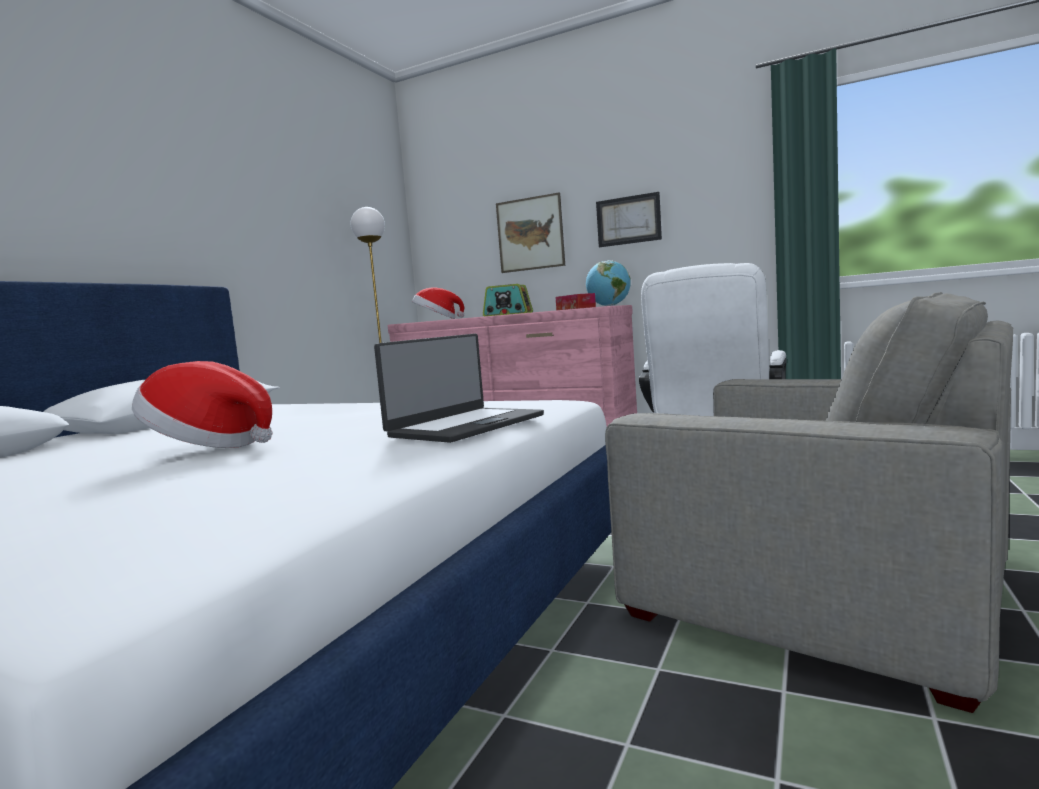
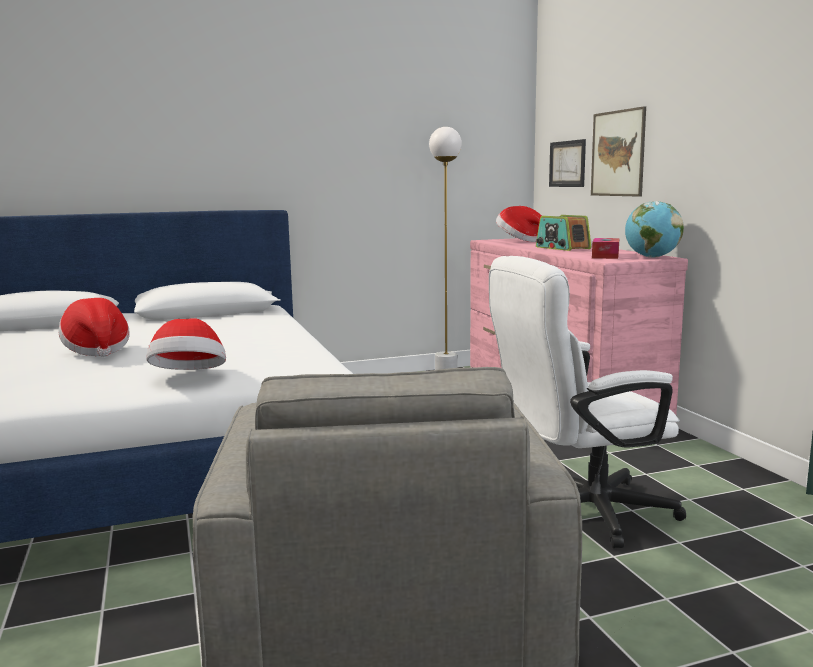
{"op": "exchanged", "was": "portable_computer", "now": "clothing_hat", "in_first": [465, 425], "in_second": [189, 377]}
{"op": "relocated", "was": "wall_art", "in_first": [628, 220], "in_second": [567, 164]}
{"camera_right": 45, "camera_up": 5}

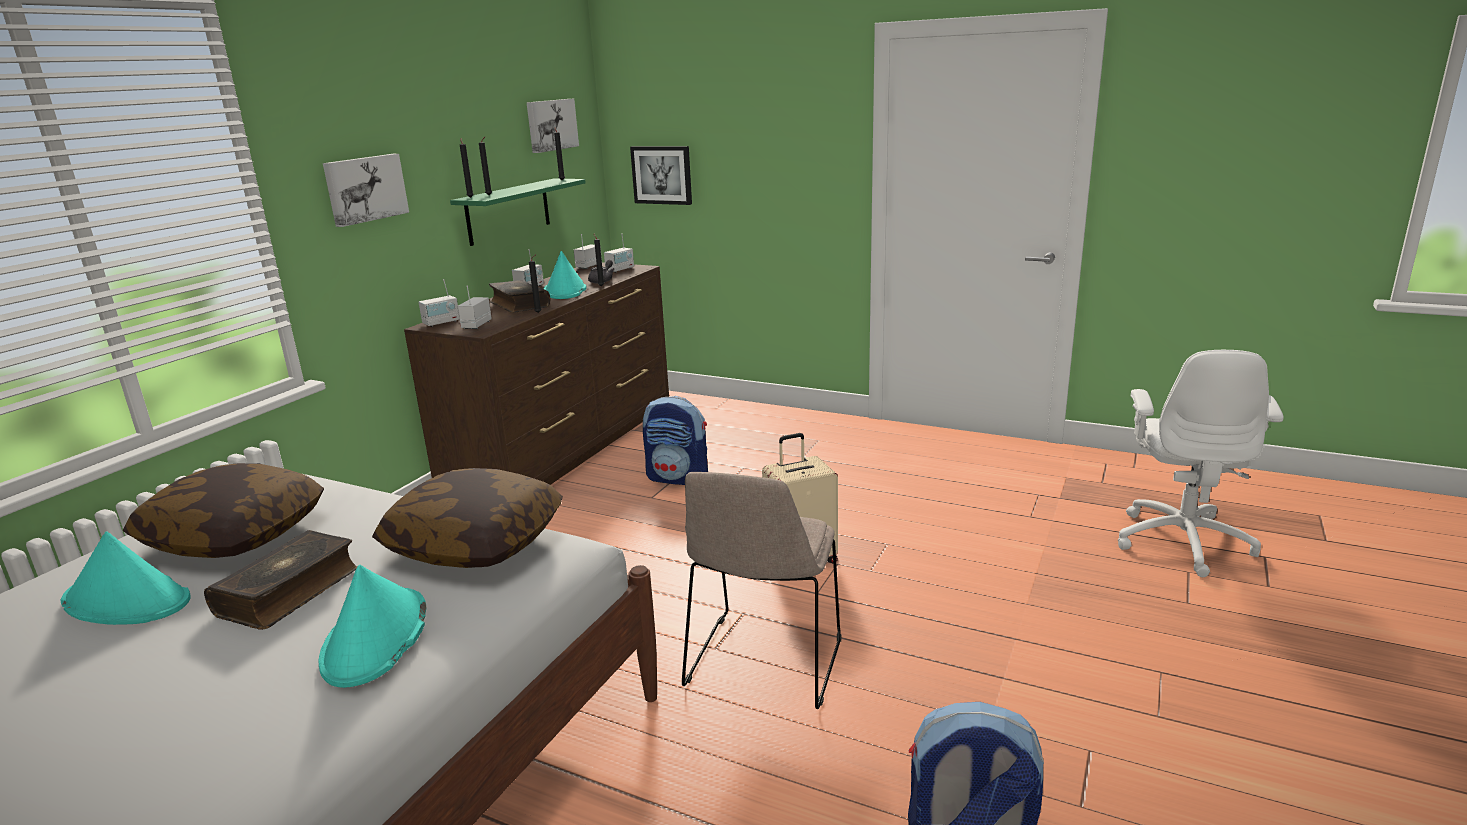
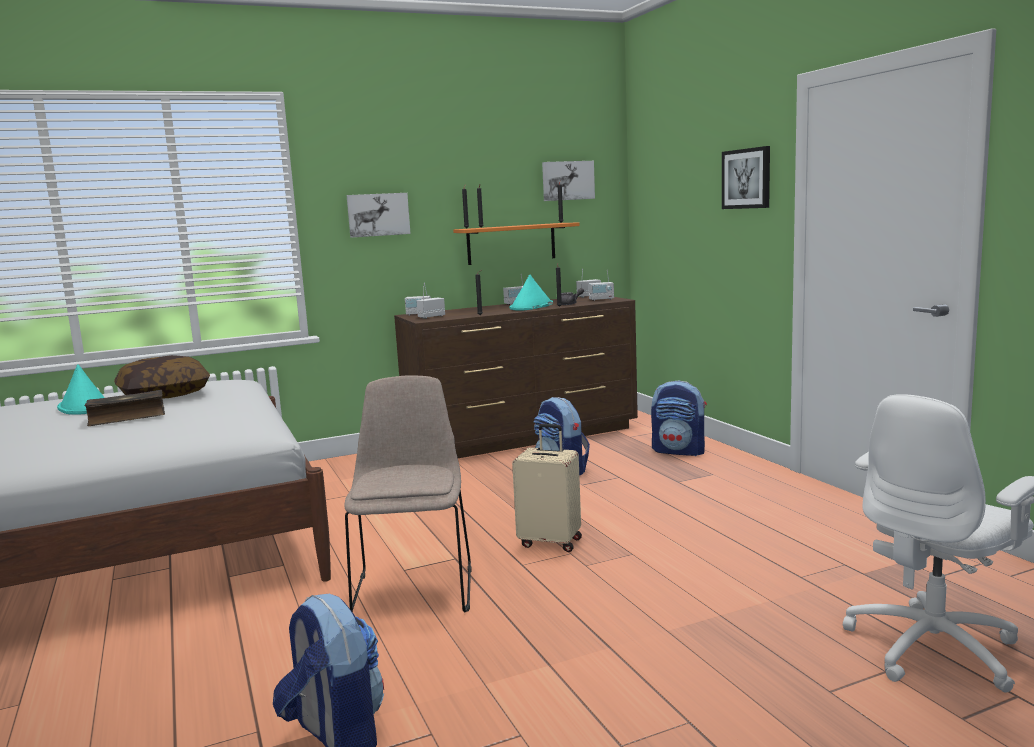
{"op": "missing", "was": "turquoise-coloured_clothing_hat", "in_first": [376, 638]}
{"op": "missing", "was": "cushion", "in_first": [475, 544]}
{"op": "colour", "was": "green-coloured_wall_shelf", "now": "orange_wall_shelf", "in_first": [508, 211], "in_second": [511, 243]}
{"op": "missing", "was": "volume", "in_first": [519, 305]}
{"op": "relocated", "was": "wall_art", "in_first": [662, 175], "in_second": [747, 178]}
{"op": "spun", "was": "beige_upright_chair", "in_first": [764, 664], "in_second": [413, 589], "clockwise": 120}
{"op": "appeared", "now": "rucksack", "in_second": [679, 451]}
{"camera_right": 40, "camera_up": -10}

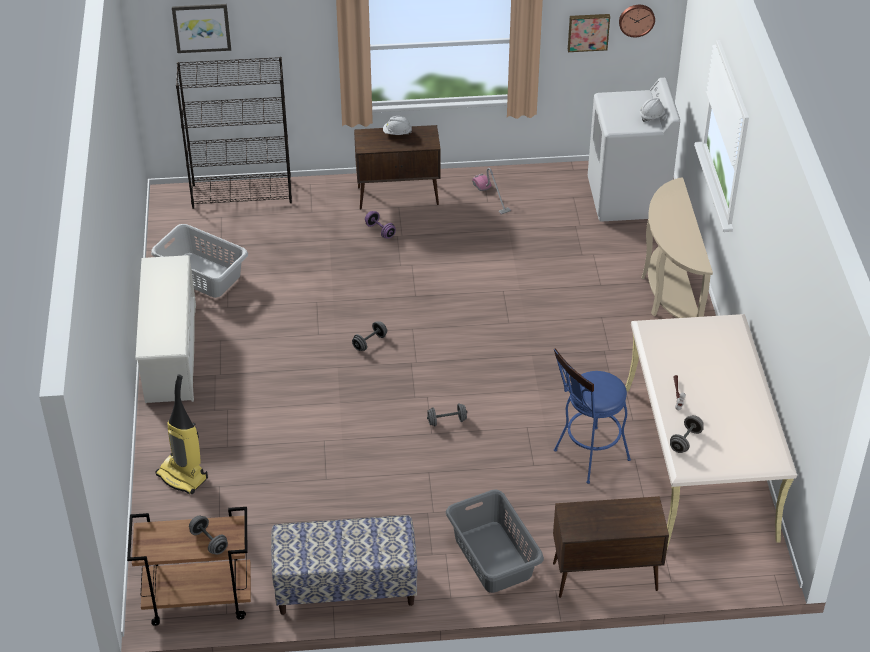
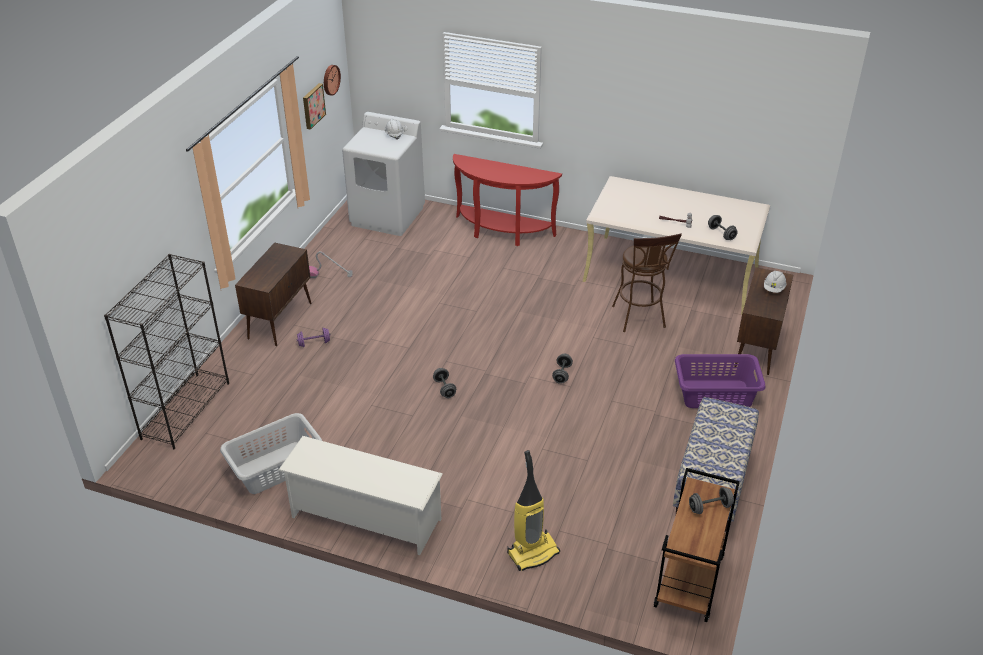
{"op": "missing", "was": "wall_art", "in_first": [201, 27]}
{"op": "relocated", "was": "white-coloured_work_helmet", "in_first": [397, 133], "in_second": [774, 288]}
{"op": "colour", "was": "gray_washing_basket", "now": "purple-coloured_washing_basket", "in_first": [492, 557], "in_second": [716, 395]}
{"op": "colour", "was": "blue_stool_seat", "now": "brown_stool_seat", "in_first": [587, 458], "in_second": [640, 319]}
{"op": "colour", "was": "beige_console_table", "now": "red-coloured_console_table", "in_first": [668, 294], "in_second": [501, 232]}
{"camera_right": -65, "camera_up": -5}

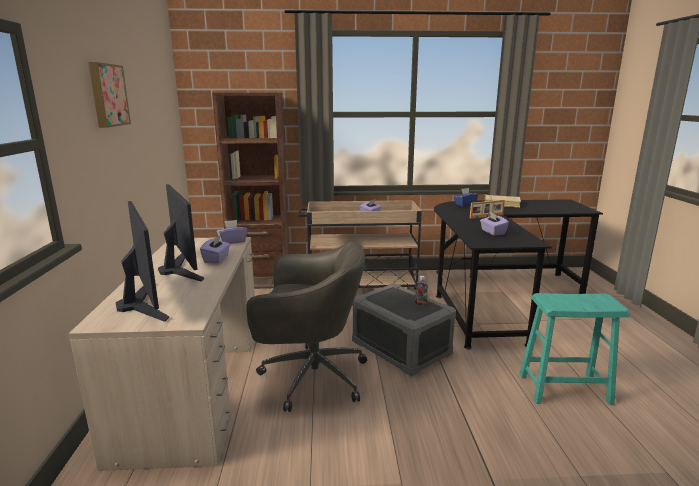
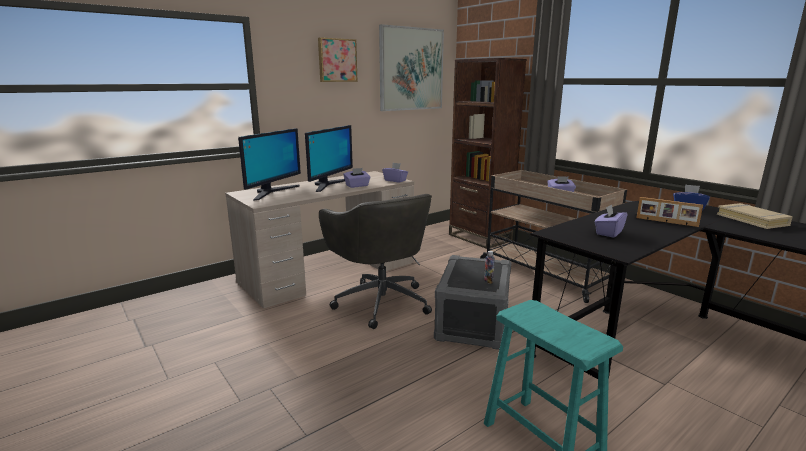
{"op": "appeared", "now": "wall_art", "in_second": [411, 69]}
{"camera_right": 55, "camera_up": 0}

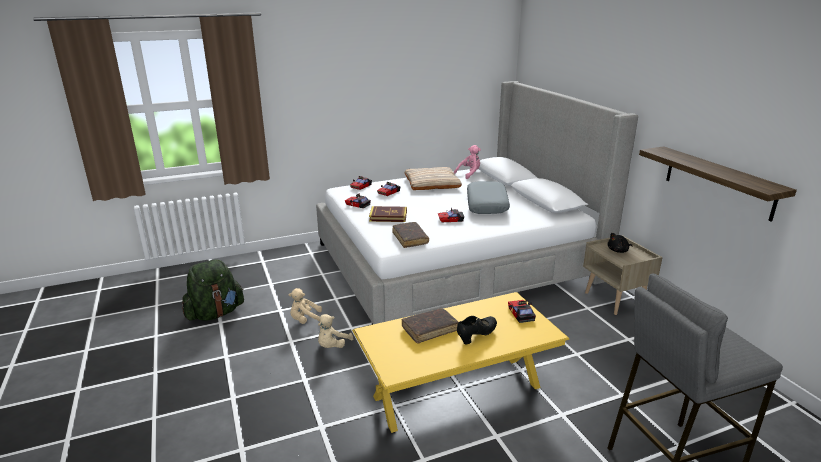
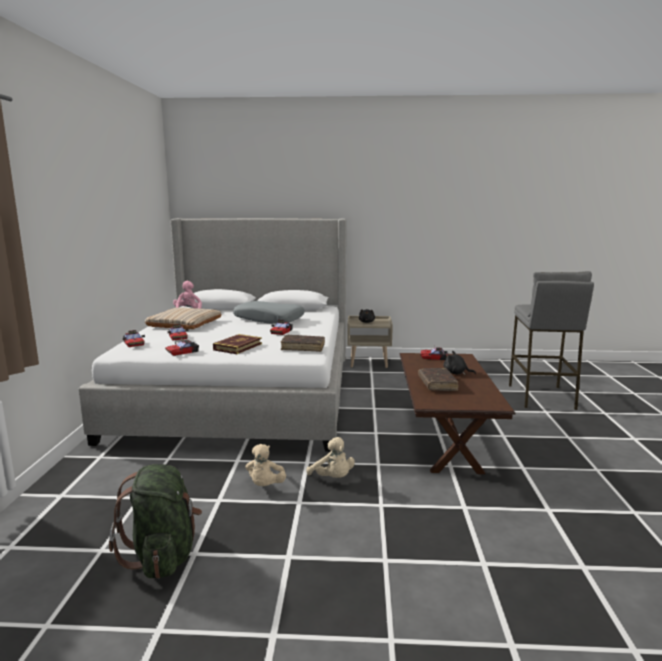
{"op": "colour", "was": "yellowish_lounge_table", "now": "brown_lounge_table", "in_first": [457, 392], "in_second": [445, 437]}
{"op": "exchanged", "was": "blackish_low_shoe", "now": "blackish_plush_toy", "in_first": [477, 336], "in_second": [456, 373]}
{"op": "missing", "was": "wall_shelf", "in_first": [718, 182]}
{"camera_right": -65, "camera_up": -10}

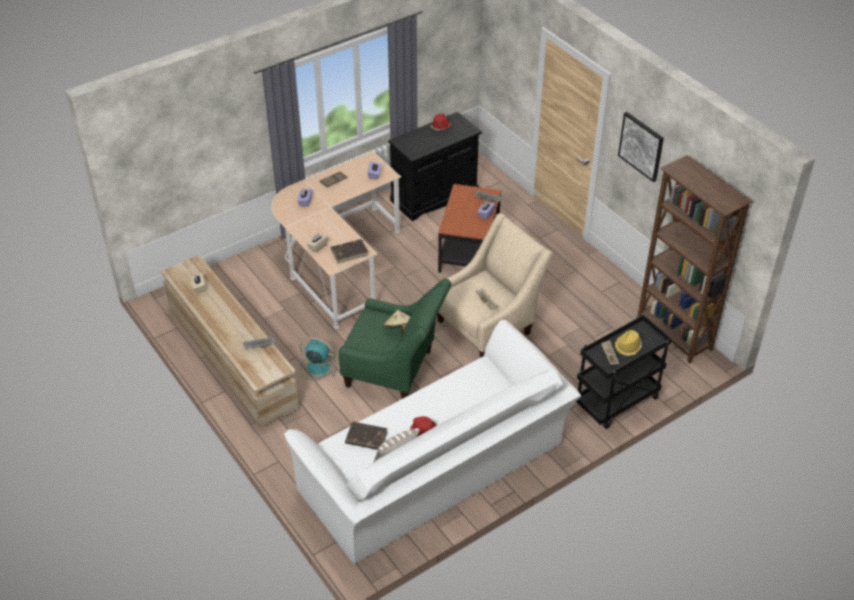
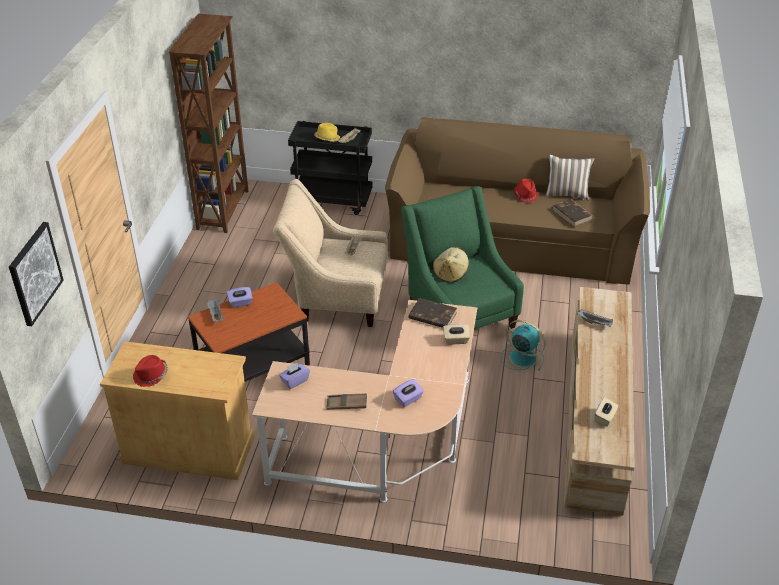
{"op": "colour", "was": "white-coloured_settee", "now": "brown_settee", "in_first": [436, 472], "in_second": [512, 237]}
{"op": "spun", "was": "turquoise-coloured_electric_fan", "in_first": [317, 367], "in_second": [521, 357], "clockwise": 150}
{"op": "colour", "was": "blackish_cabinet", "now": "beige_cabinet", "in_first": [434, 196], "in_second": [188, 450]}
{"op": "relocated", "was": "wall_art", "in_first": [641, 146], "in_second": [34, 273]}
{"camera_right": -135, "camera_up": -5}

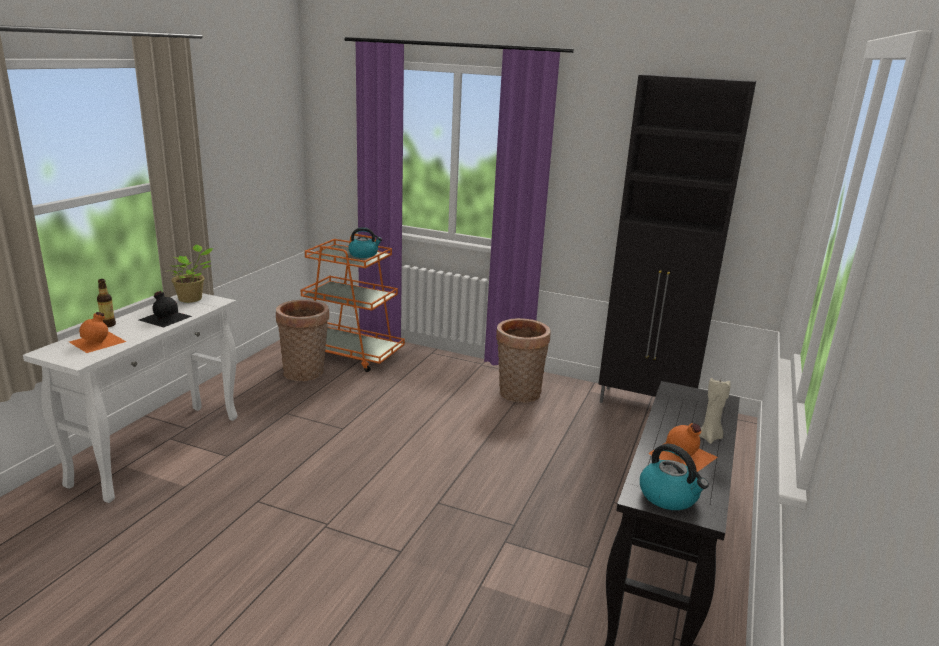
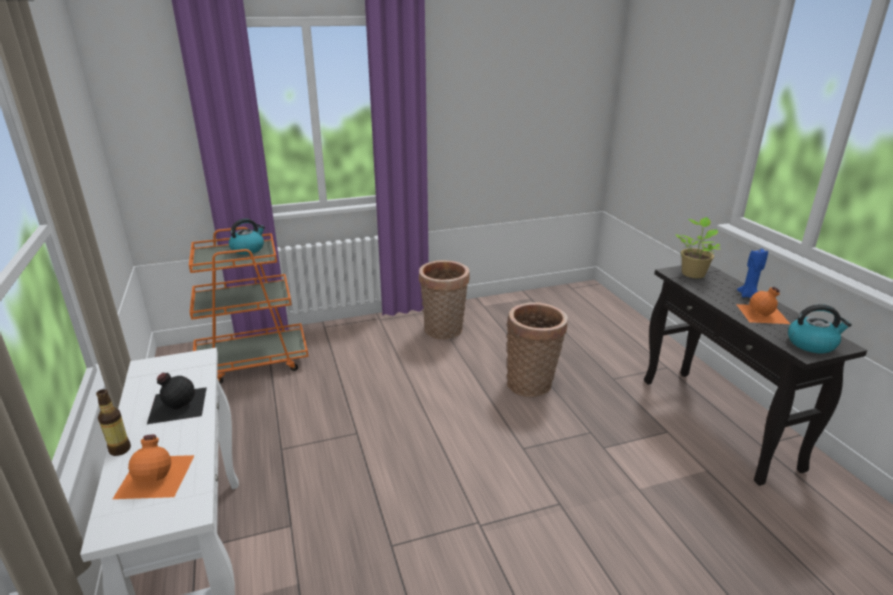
{"op": "relocated", "was": "potted_plant", "in_first": [192, 299], "in_second": [693, 273]}
{"op": "relocated", "was": "storage_basket", "in_first": [305, 374], "in_second": [532, 384]}
{"op": "missing", "was": "blackish_cabinet", "in_first": [646, 405]}
{"op": "colour", "was": "beige_wax_light", "now": "blue_wax_light", "in_first": [709, 438], "in_second": [748, 295]}
{"camera_right": -40, "camera_up": 5}

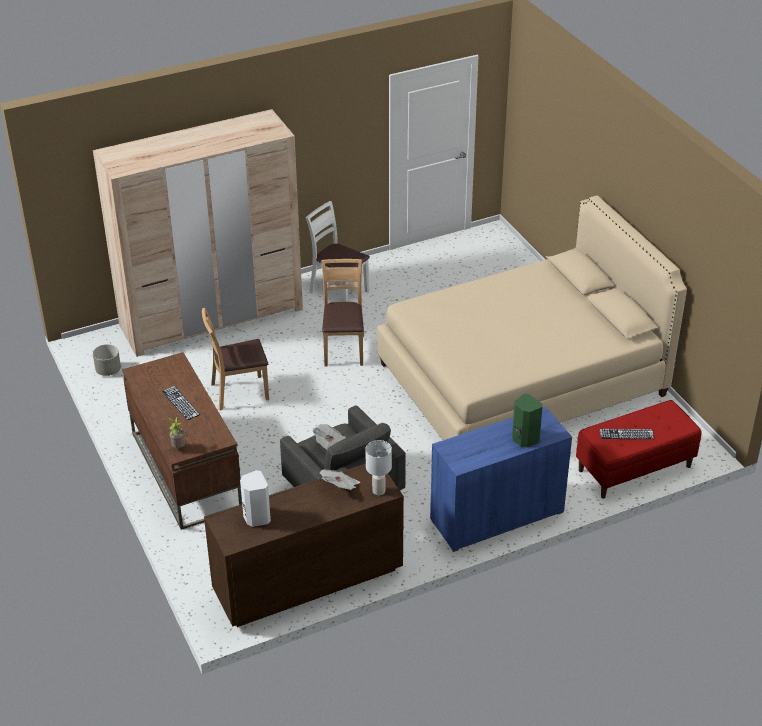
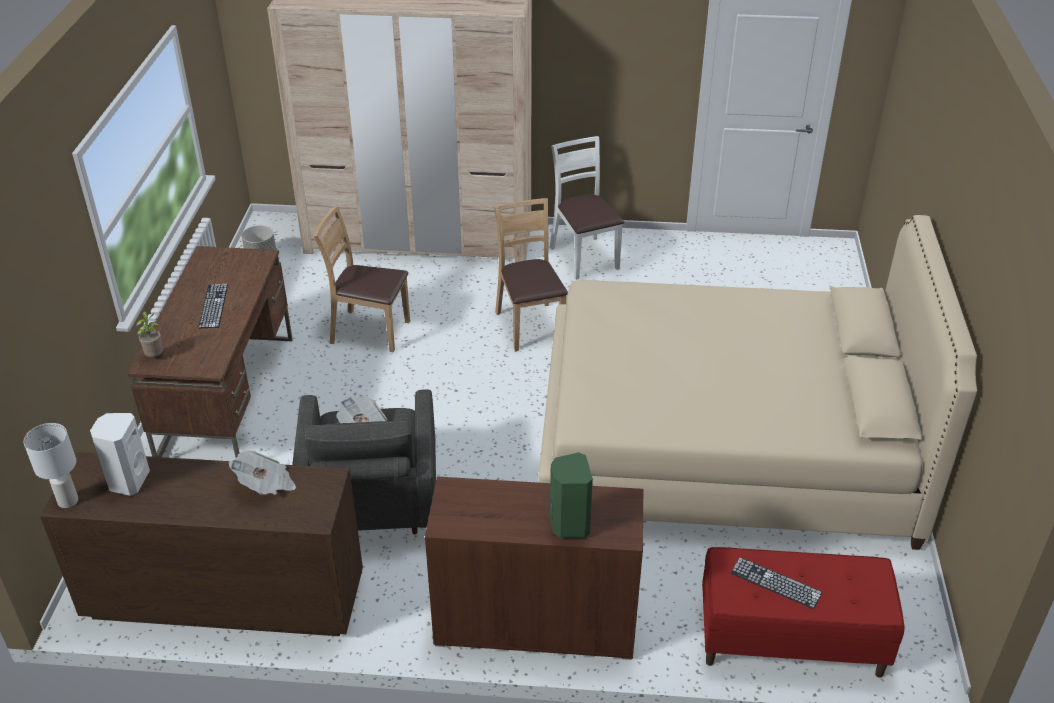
{"op": "spun", "was": "brown_upright_chair", "in_first": [343, 350], "in_second": [530, 326], "clockwise": -45}
{"op": "relocated", "was": "white-coloured_lamp_for_a_table", "in_first": [378, 491], "in_second": [67, 501]}
{"op": "colour", "was": "blue_cabinet", "now": "brown_cabinet", "in_first": [496, 516], "in_second": [535, 621]}
{"camera_right": 30, "camera_up": 0}

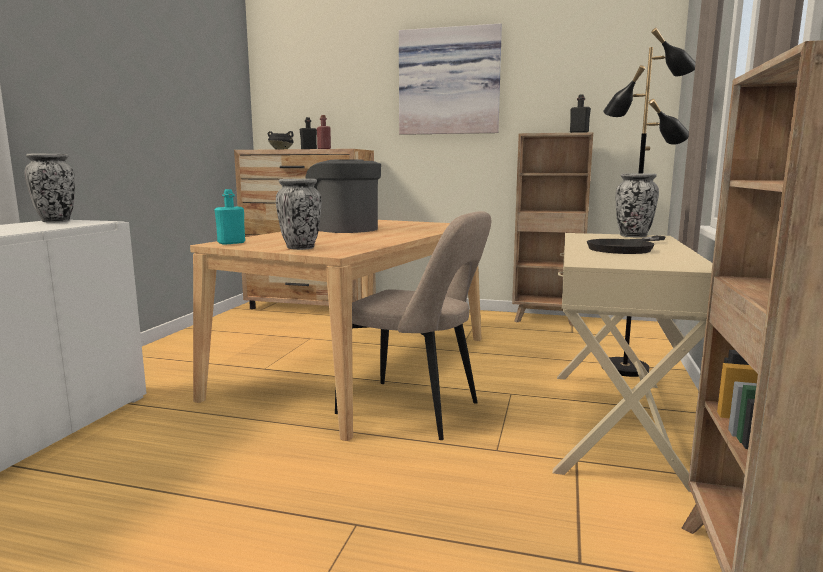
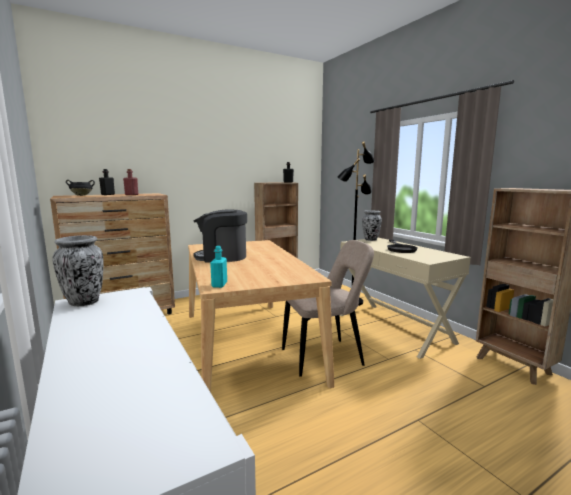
{"op": "missing", "was": "decorative_vase", "in_first": [300, 248]}
{"op": "missing", "was": "wall_art", "in_first": [449, 82]}
{"camera_right": -45, "camera_up": 0}

